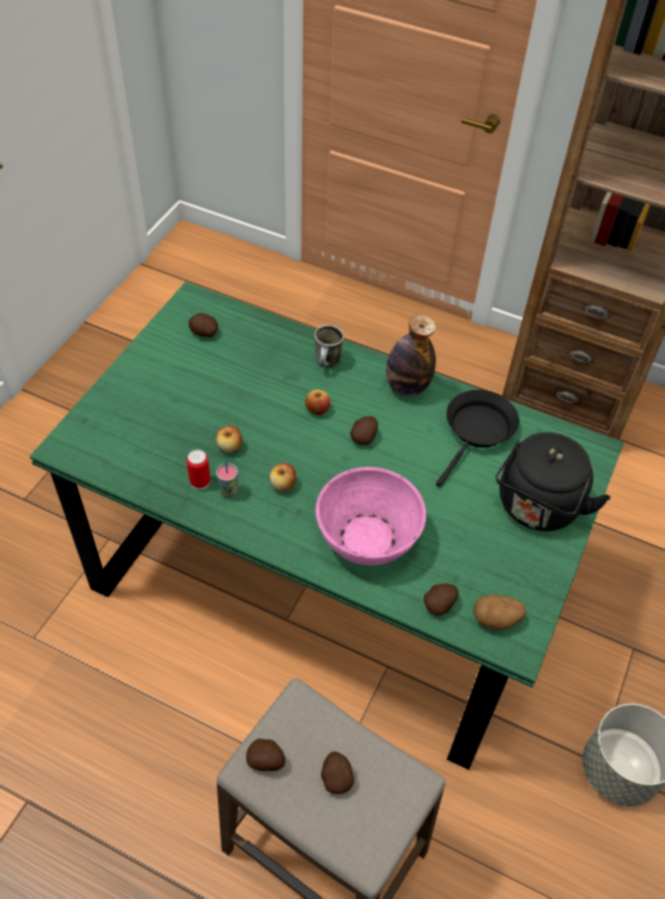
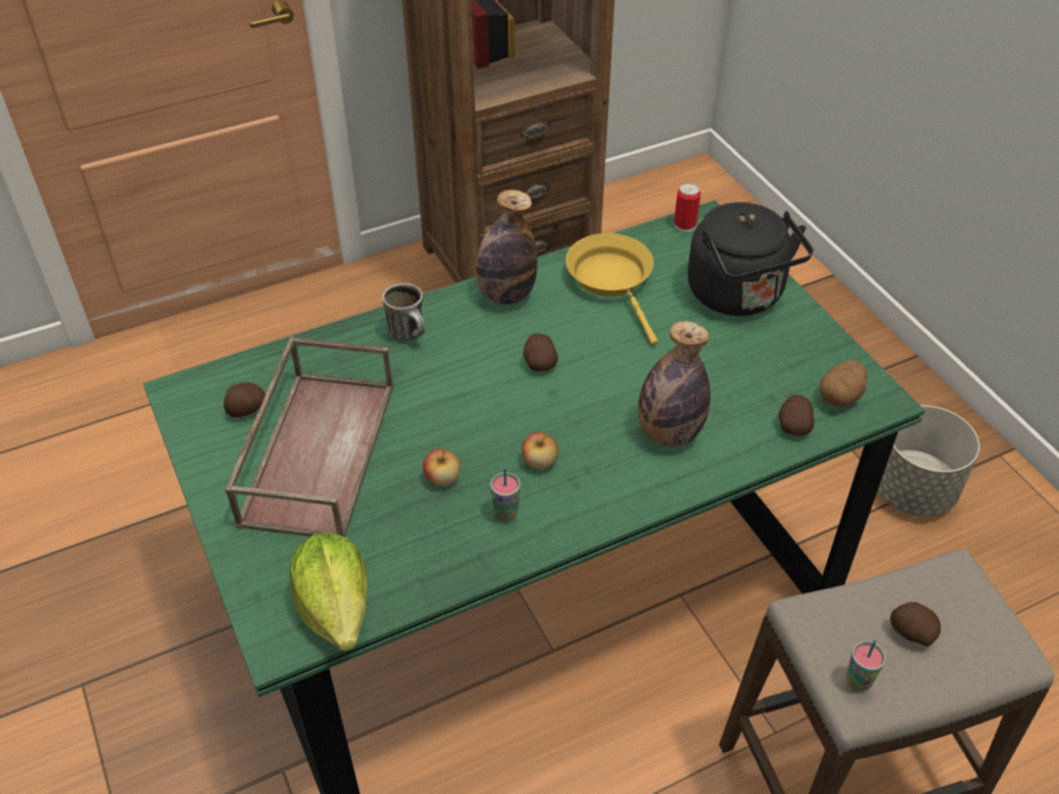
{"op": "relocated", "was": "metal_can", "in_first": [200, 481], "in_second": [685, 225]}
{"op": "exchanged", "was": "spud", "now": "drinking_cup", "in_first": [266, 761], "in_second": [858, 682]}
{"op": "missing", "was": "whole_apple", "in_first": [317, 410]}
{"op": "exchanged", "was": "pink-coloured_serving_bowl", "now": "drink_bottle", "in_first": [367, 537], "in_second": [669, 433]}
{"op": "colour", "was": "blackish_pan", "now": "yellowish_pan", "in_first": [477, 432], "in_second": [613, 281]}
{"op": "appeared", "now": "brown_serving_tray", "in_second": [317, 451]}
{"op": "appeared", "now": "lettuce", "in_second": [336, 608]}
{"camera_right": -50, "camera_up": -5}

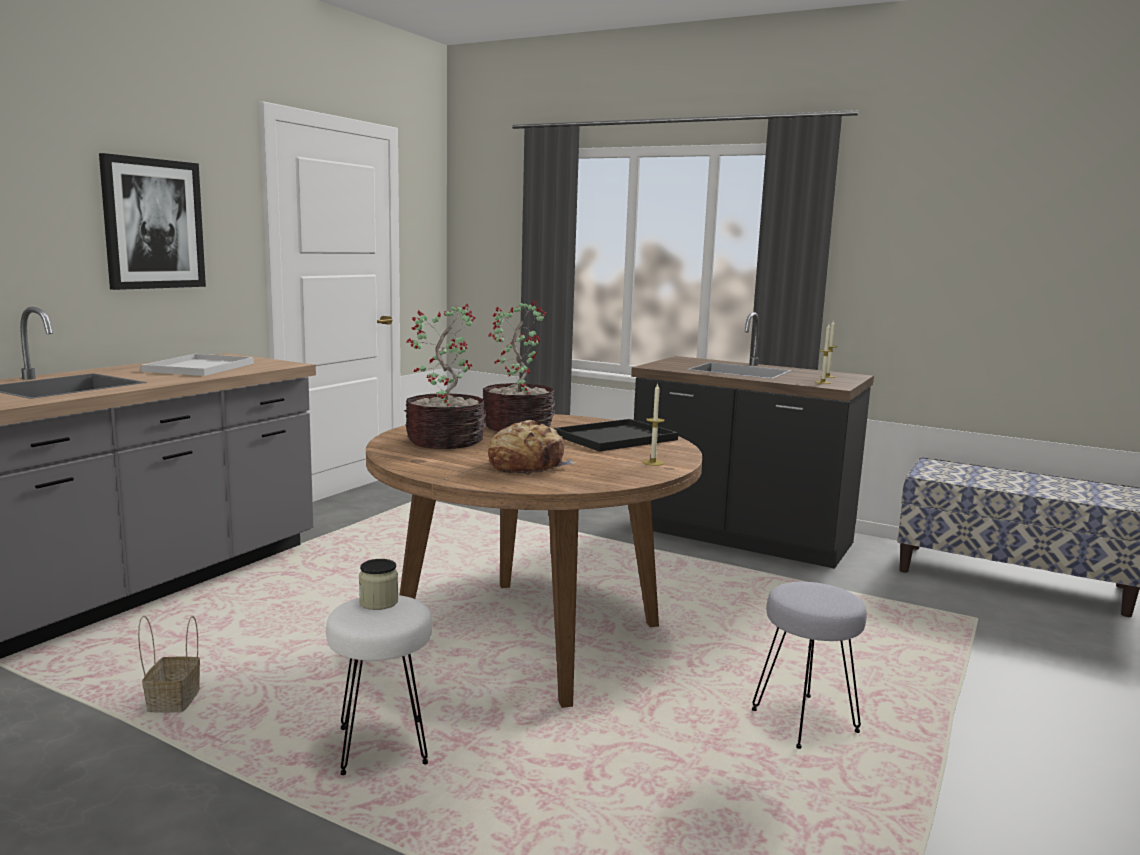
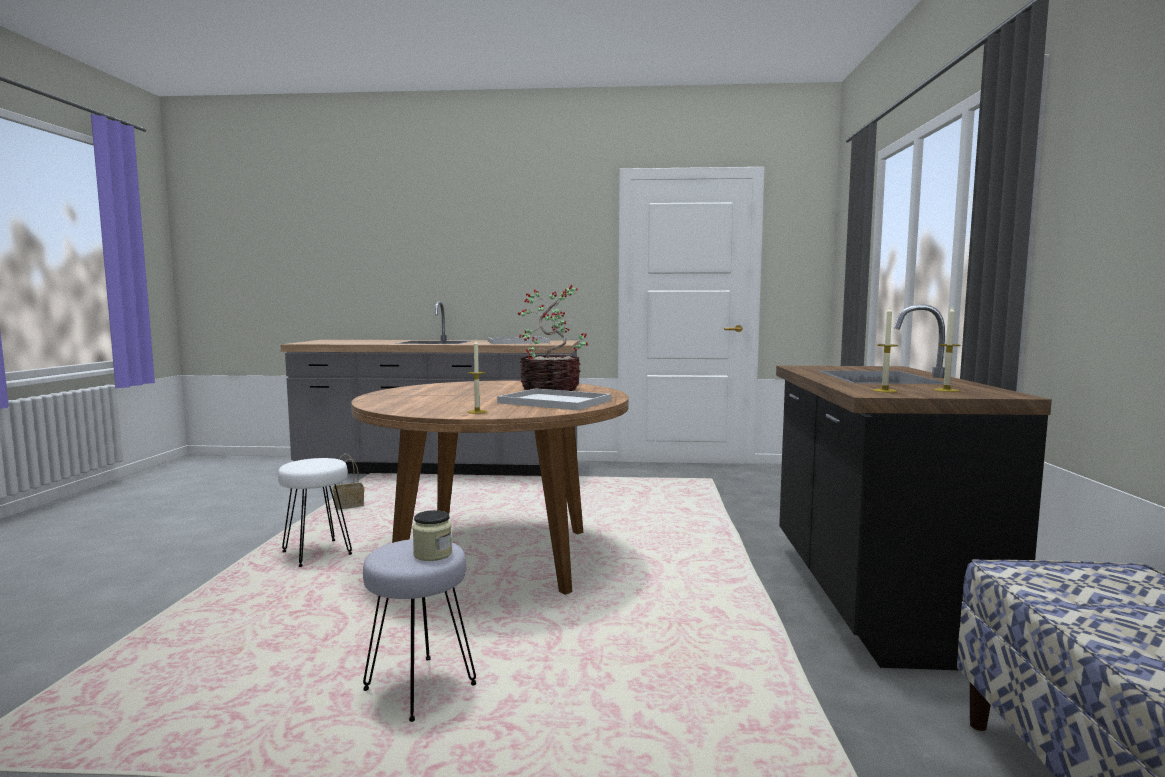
{"op": "missing", "was": "wall_art", "in_first": [153, 224]}
{"op": "relocated", "was": "storage_jar", "in_first": [378, 602], "in_second": [433, 554]}
{"op": "missing", "was": "potted_plant", "in_first": [446, 440]}
{"op": "missing", "was": "bread", "in_first": [527, 465]}
{"op": "colour", "was": "blackish_serving_tray", "now": "white-coloured_serving_tray", "in_first": [614, 438], "in_second": [552, 402]}
{"camera_right": 65, "camera_up": -5}

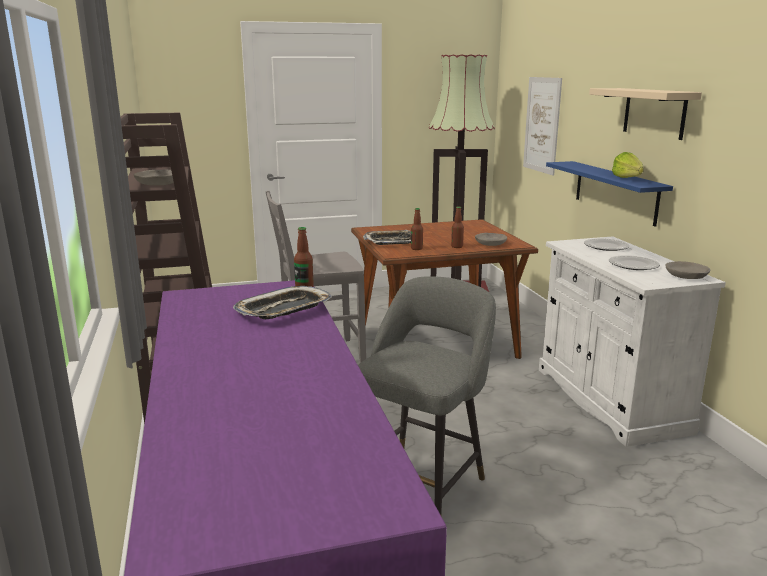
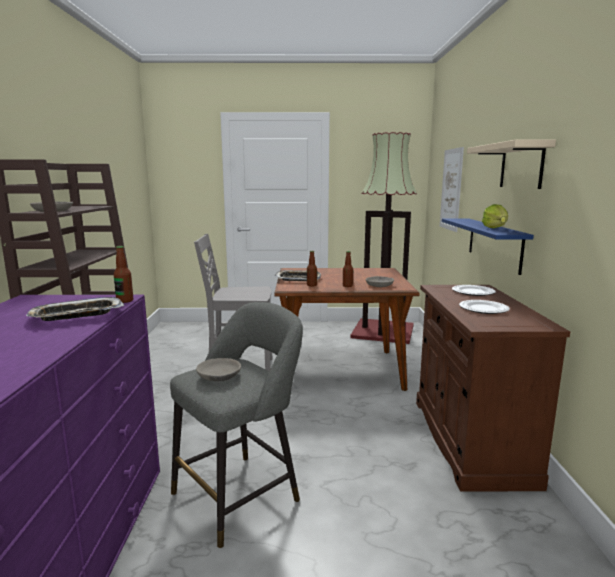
{"op": "colour", "was": "white-coloured_cabinet", "now": "brown_cabinet", "in_first": [609, 399], "in_second": [470, 440]}
{"op": "relocated", "was": "gray_serving_bowl", "in_first": [686, 276], "in_second": [219, 376]}
{"camera_right": 15, "camera_up": -5}

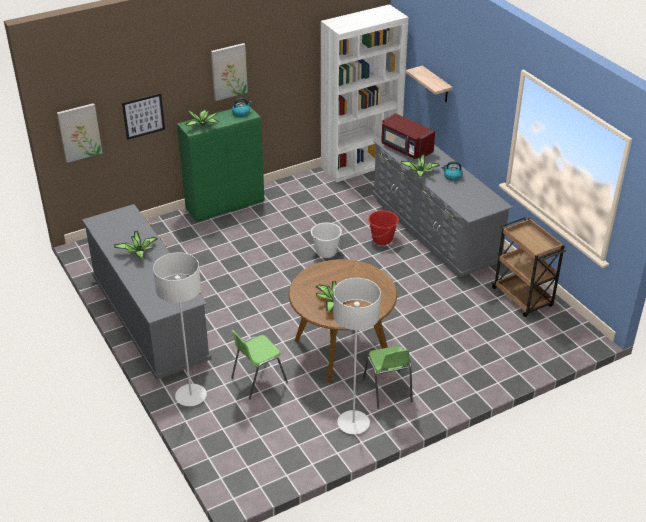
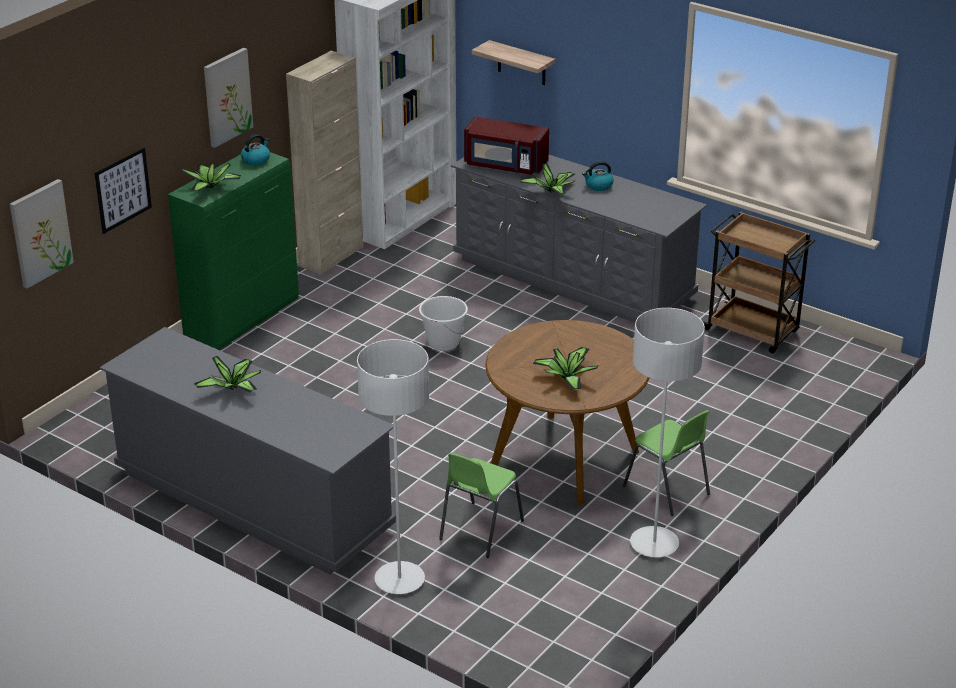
{"op": "missing", "was": "red-coloured_pail", "in_first": [382, 239]}
{"op": "appeared", "now": "beige_cabinet", "in_second": [331, 257]}
{"camera_right": -25, "camera_up": -5}

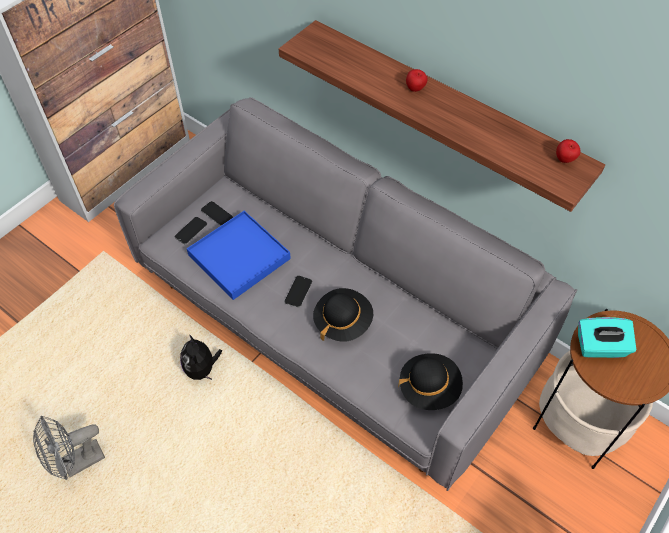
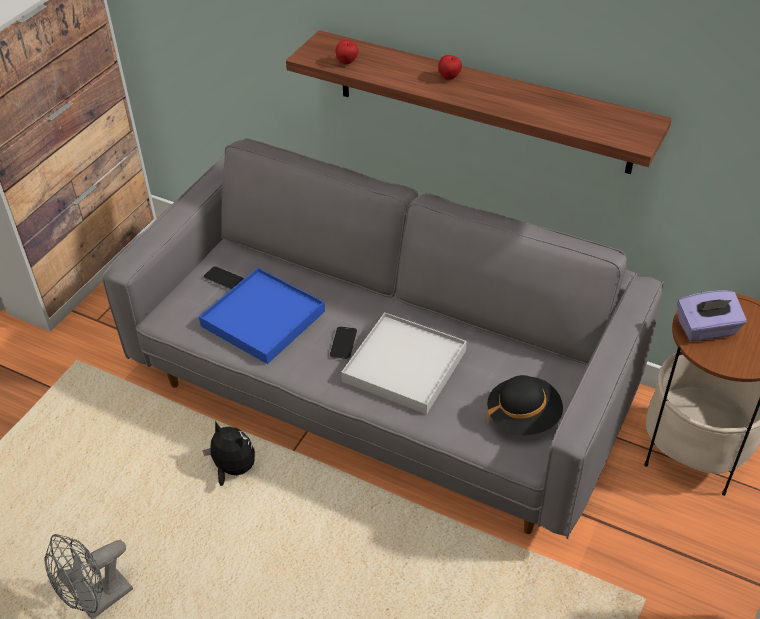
{"op": "missing", "was": "telephone", "in_first": [191, 231]}
{"op": "spun", "was": "plush_toy", "in_first": [202, 369], "in_second": [233, 469], "clockwise": 150}
{"op": "exchanged", "was": "blackish_clothing_hat", "now": "white-coloured_serving_tray", "in_first": [342, 322], "in_second": [404, 366]}
{"op": "relocated", "was": "whole_apple", "in_first": [564, 160], "in_second": [347, 63]}
{"op": "colour", "was": "turquoise-coloured_tissue_box", "now": "purple-coloured_tissue_box", "in_first": [600, 347], "in_second": [706, 329]}
{"camera_right": -10, "camera_up": -10}

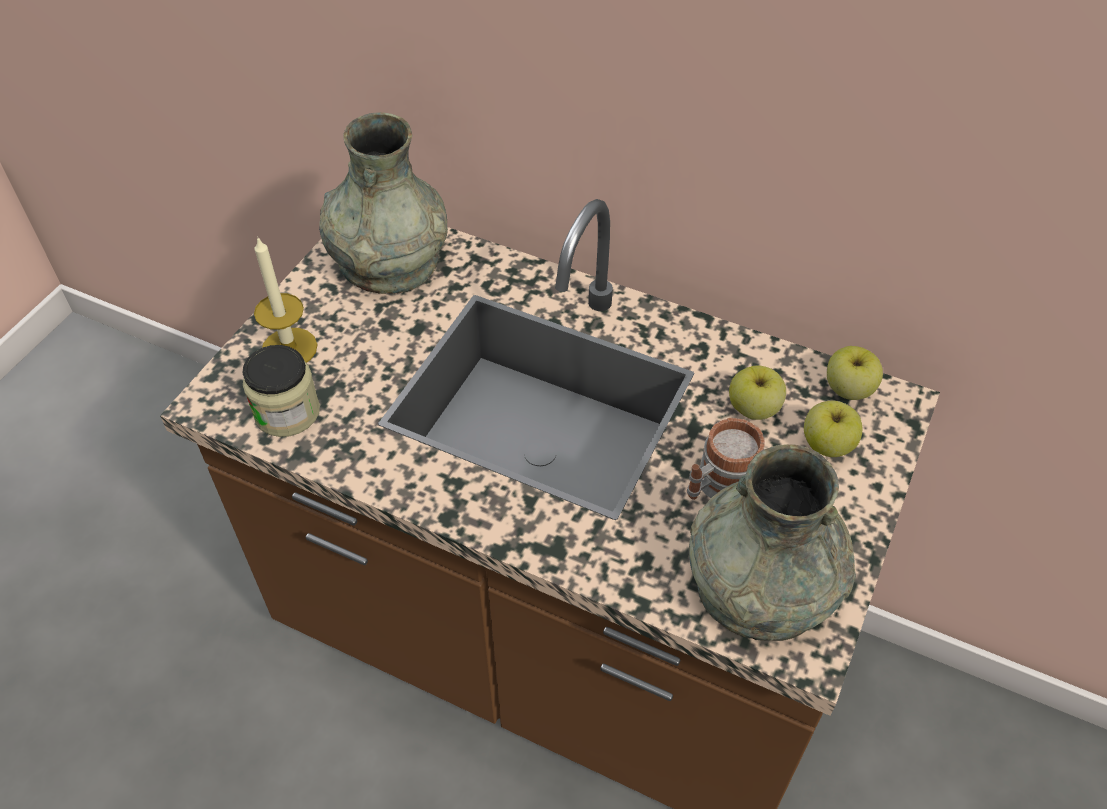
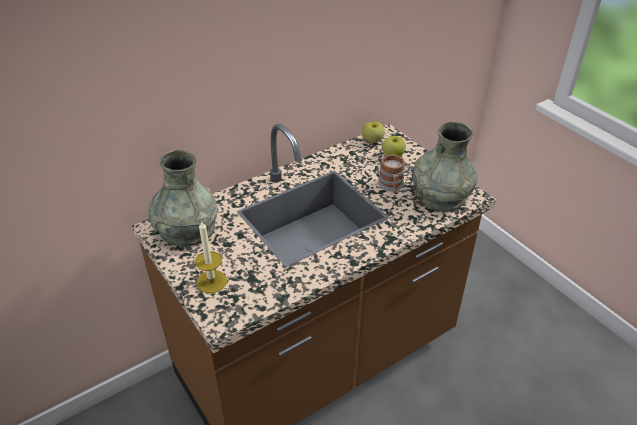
{"op": "missing", "was": "storage_jar", "in_first": [287, 412]}
{"op": "missing", "was": "whole_apple", "in_first": [753, 409]}
{"camera_right": -60, "camera_up": -10}

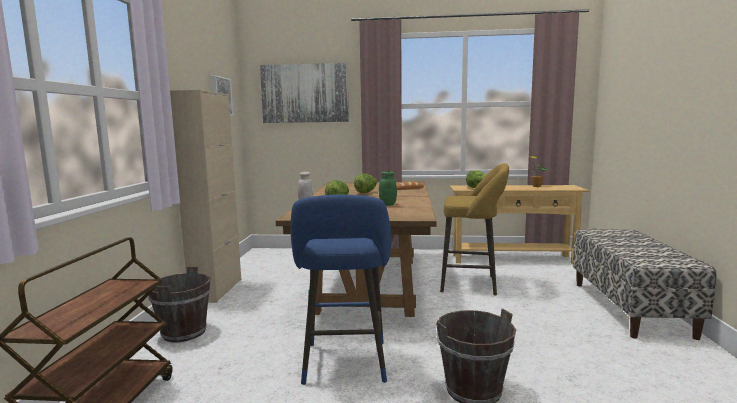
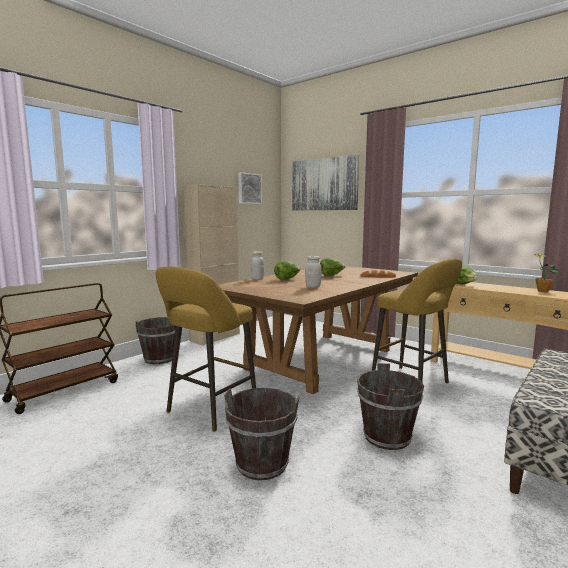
{"op": "colour", "was": "blue_stool_seat", "now": "yellowish_stool_seat", "in_first": [345, 365], "in_second": [209, 410]}
{"op": "colour", "was": "green-coloured_storage_jar", "now": "white-coloured_storage_jar", "in_first": [387, 204], "in_second": [313, 287]}
{"op": "appeared", "now": "brown_pail", "in_second": [387, 437]}
{"camera_right": 35, "camera_up": 0}

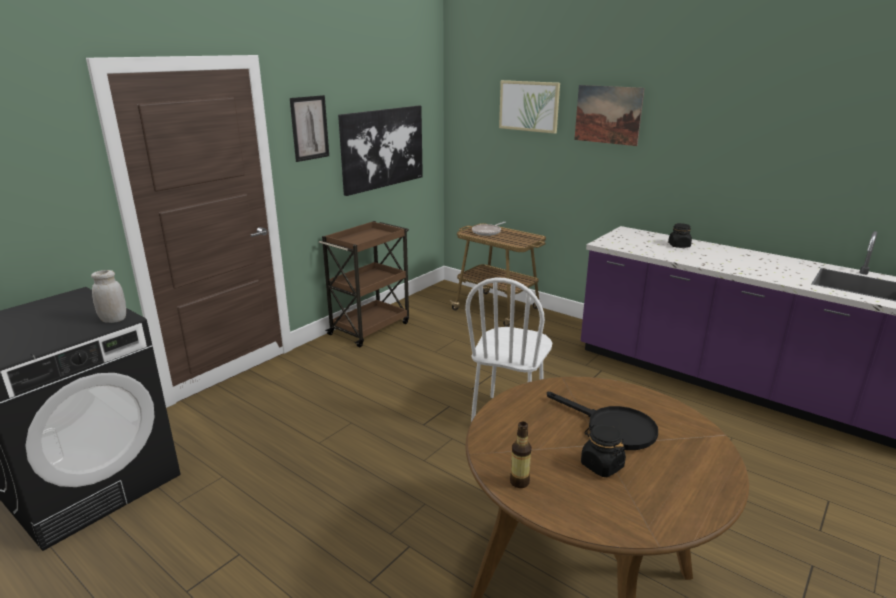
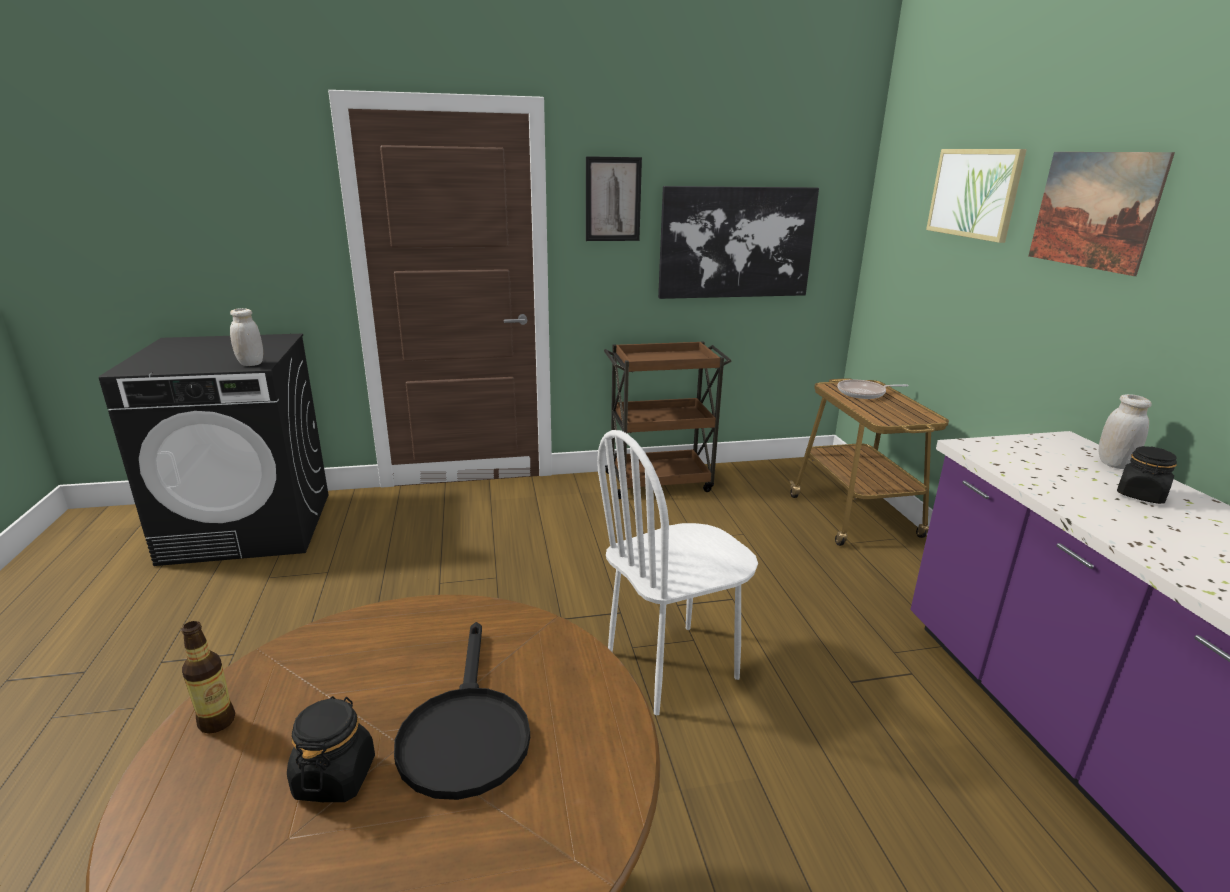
{"op": "appeared", "now": "white-coloured_storage_jar", "in_second": [1114, 464]}
{"camera_right": 40, "camera_up": 0}

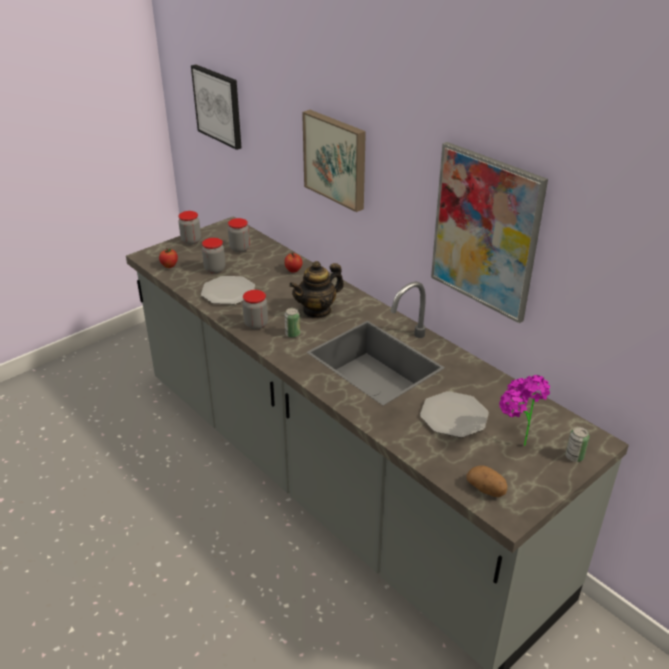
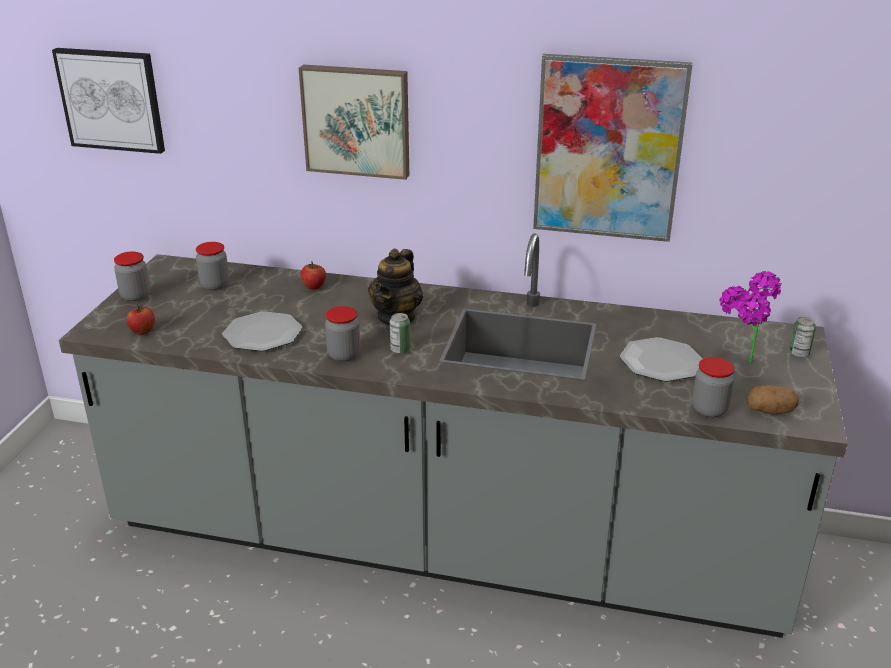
{"op": "relocated", "was": "storage_jar", "in_first": [215, 269], "in_second": [709, 410]}
{"camera_right": -35, "camera_up": -5}

